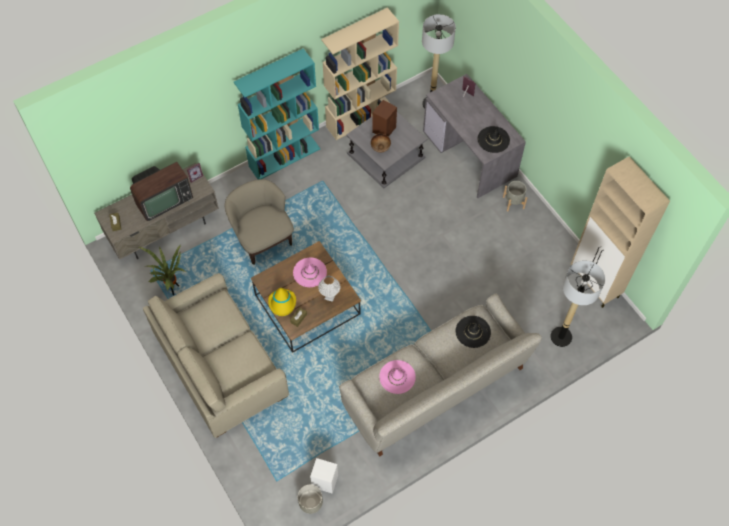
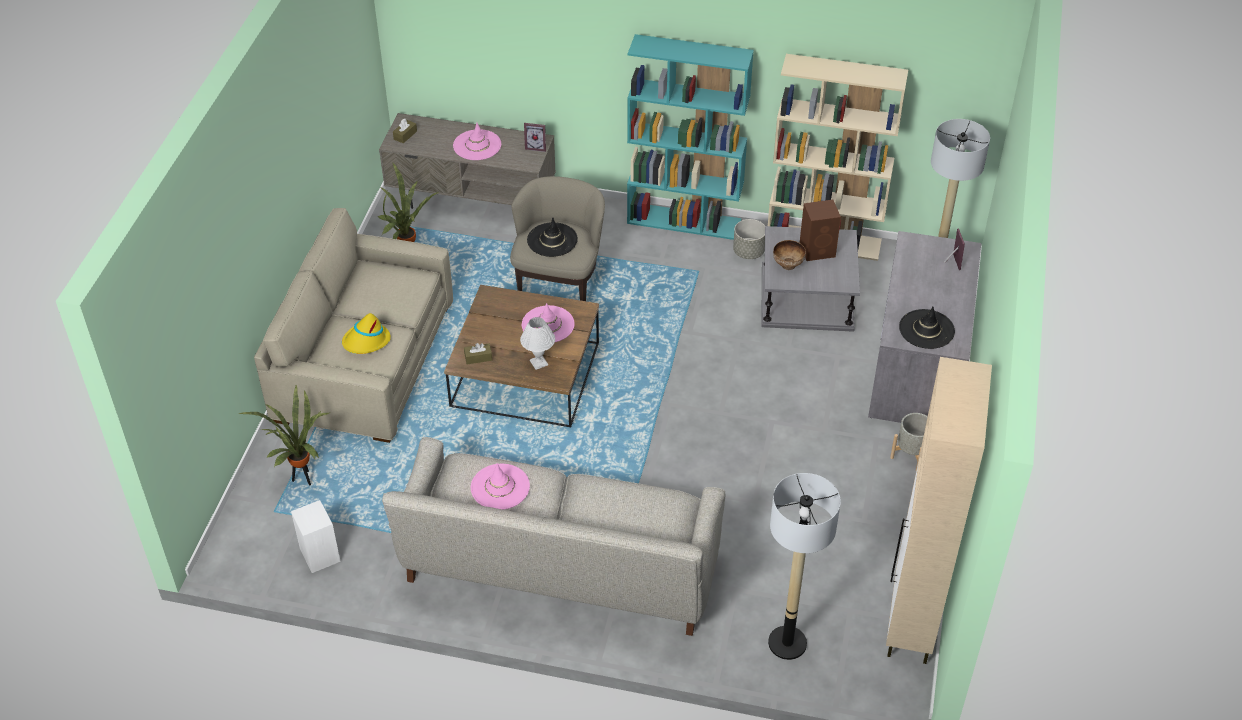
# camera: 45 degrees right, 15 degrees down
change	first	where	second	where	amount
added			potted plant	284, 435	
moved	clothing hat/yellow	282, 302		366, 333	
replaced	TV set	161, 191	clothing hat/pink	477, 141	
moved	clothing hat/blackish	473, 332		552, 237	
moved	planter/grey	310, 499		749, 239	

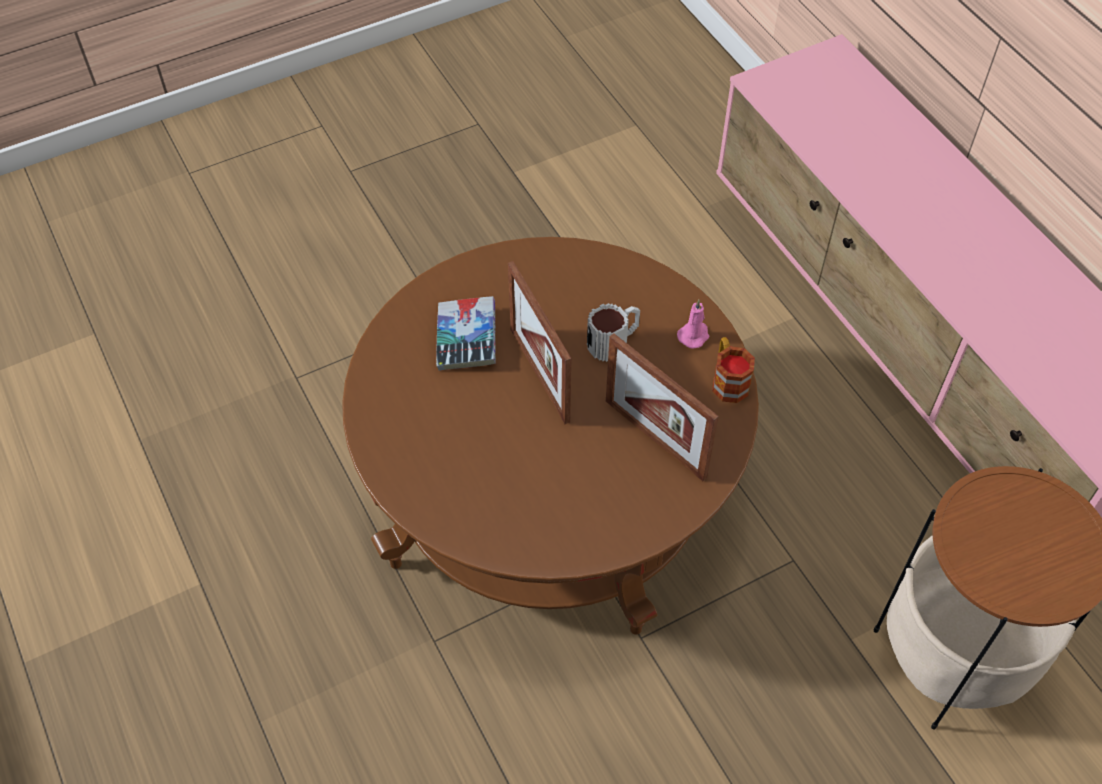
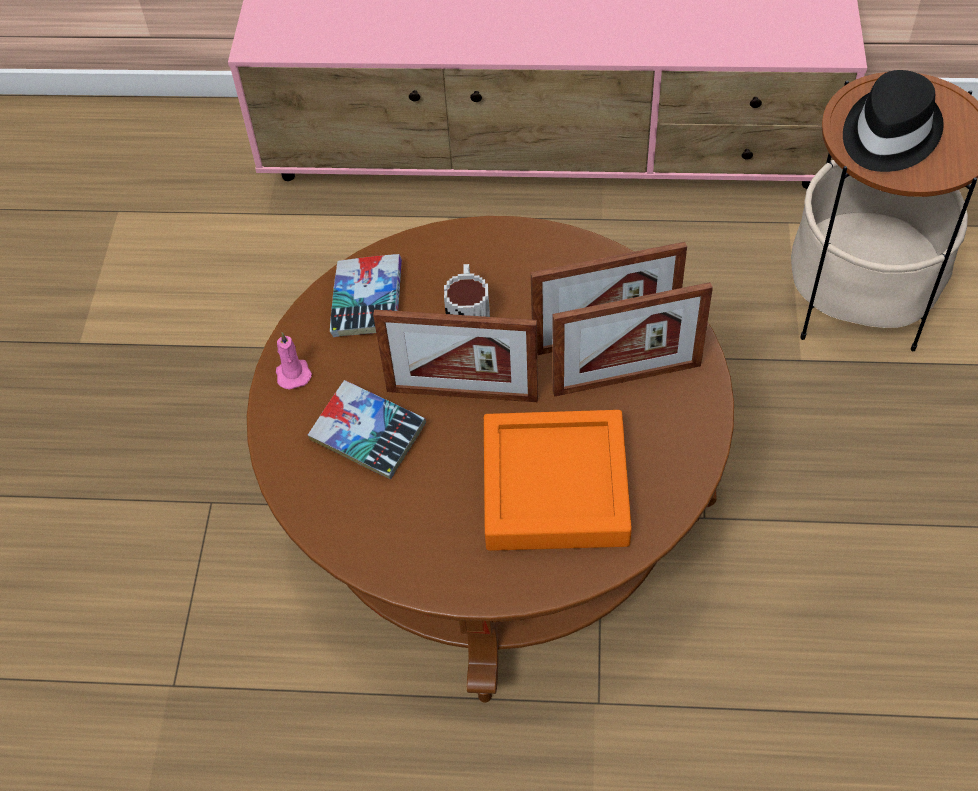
# camera: 55 degrees left, 0 degrees up
change	first	where	second	where	amount
moved	candle/pink	693, 324		294, 361	
added			bound book	366, 295	
added			carrying tray/orangey	558, 480	
added			picture frame	633, 339	
added			clothing hat/blackish	893, 121	
removed	tea mug	733, 370			

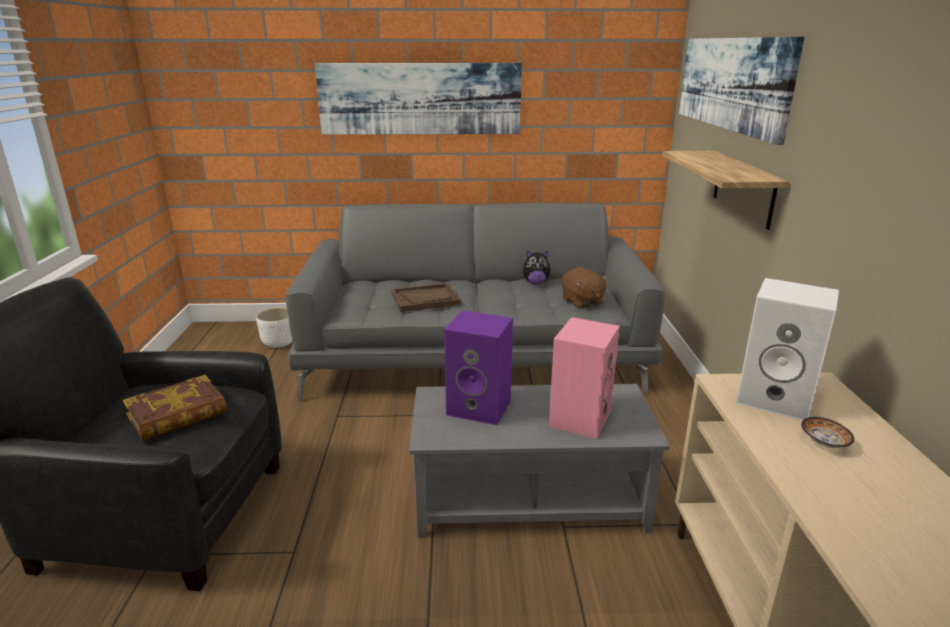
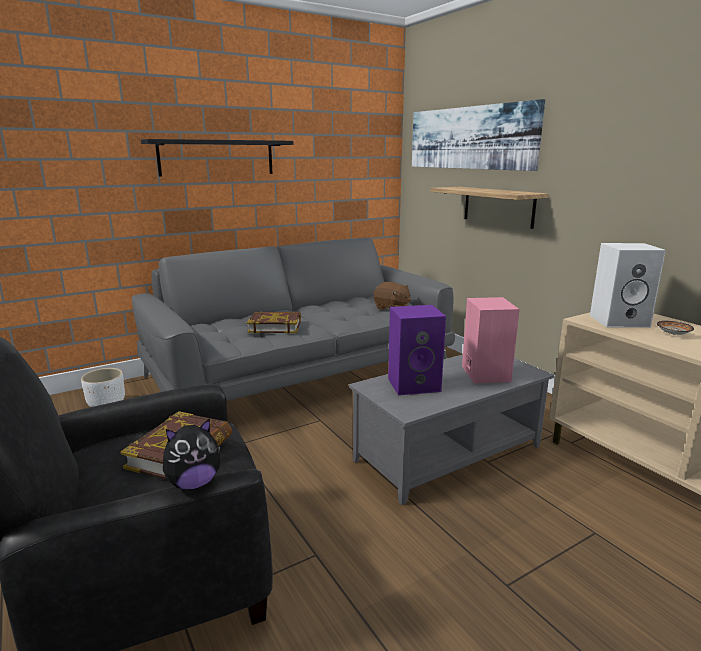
# camera: 30 degrees left, 5 degrees down
change	first	where	second	where	amount
replaced	wall picture	418, 99	wall shelf/blackish	217, 158	
moved	plush toy	537, 267		191, 453	
replaced	carrying tray/brownish	426, 297	bound book	274, 322	

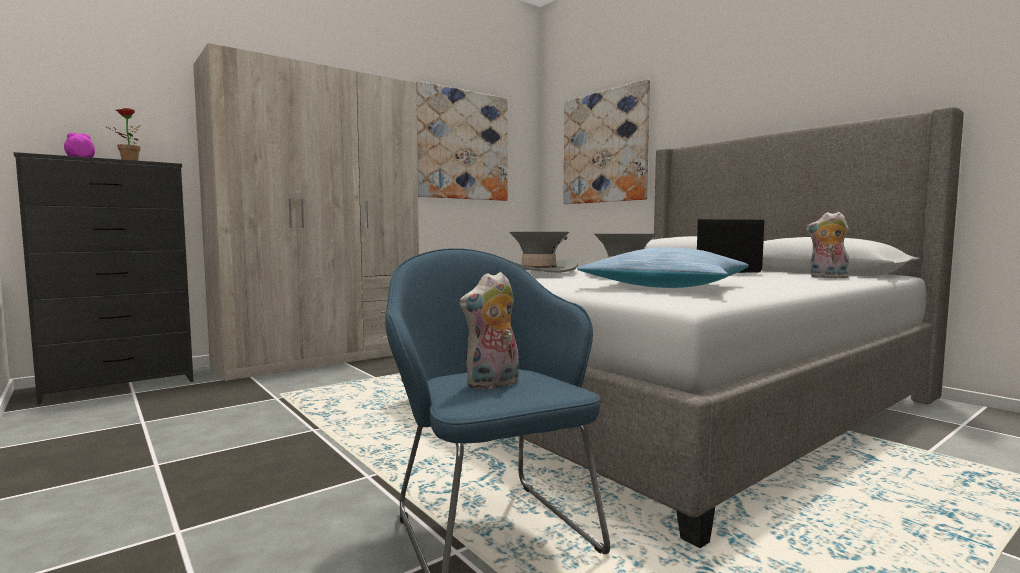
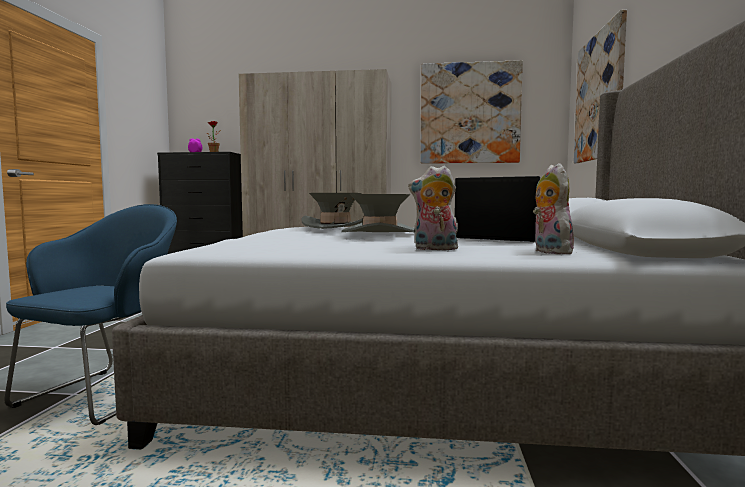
# camera: 45 degrees right, 0 degrees up
change	first	where	second	where	amount
moved	plush toy	489, 330		433, 208	
removed	throw pillow	663, 267			

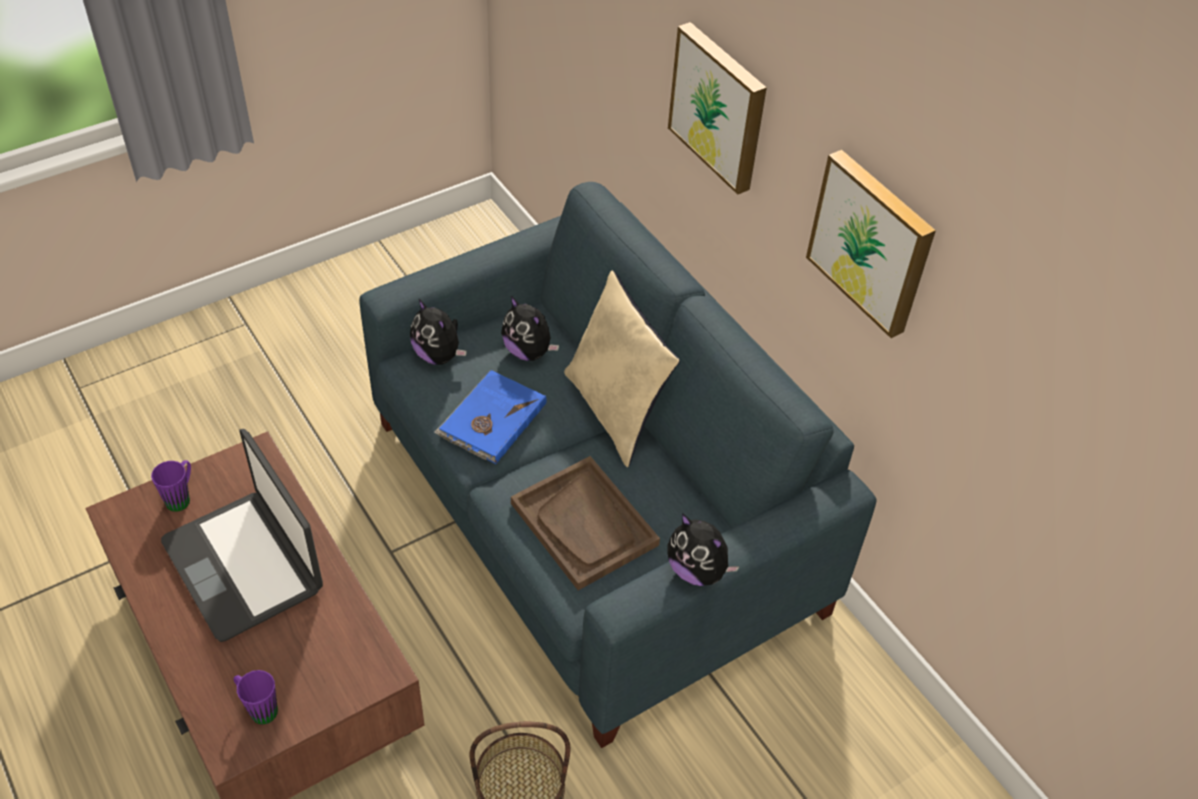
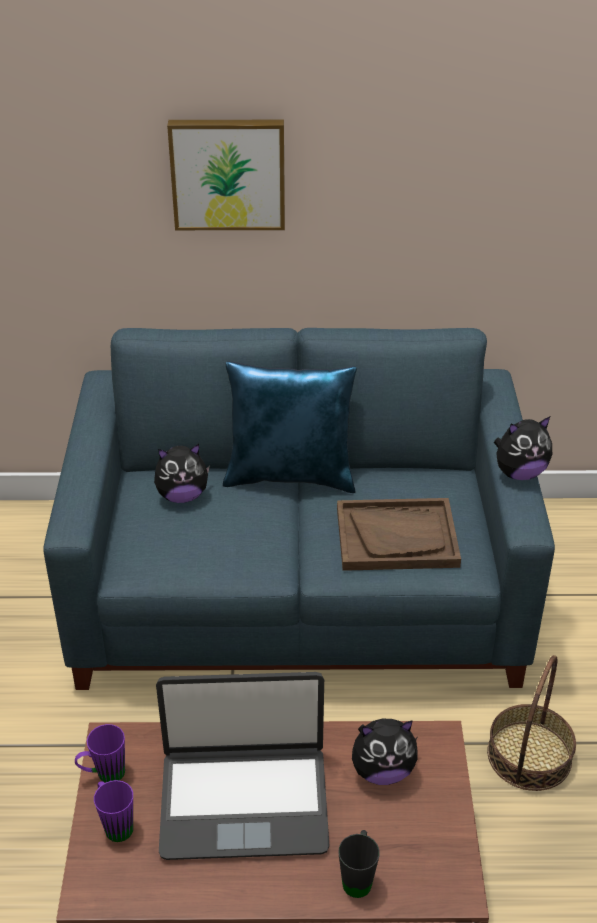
# camera: 55 degrees left, 10 degrees down
change	first	where	second	where	amount
moved	tea mug/purple	255, 697		100, 753	
recoloured	throw pillow/sand-coloured	622, 369	throw pillow/blue	290, 427	
added			tea mug/blackish	359, 864	
moved	plush toy	438, 331		385, 752	
removed	bound book/blue	490, 417			
removed	wall picture	871, 244			

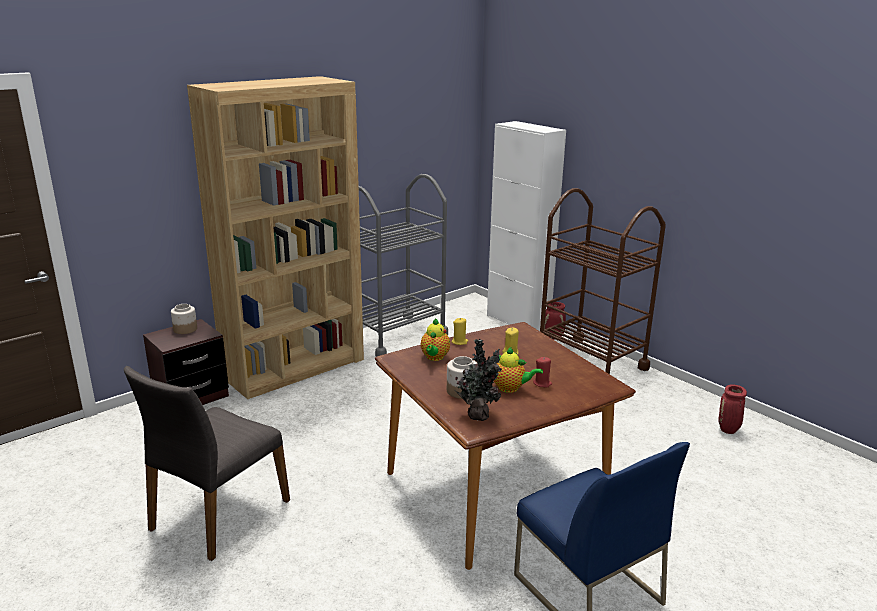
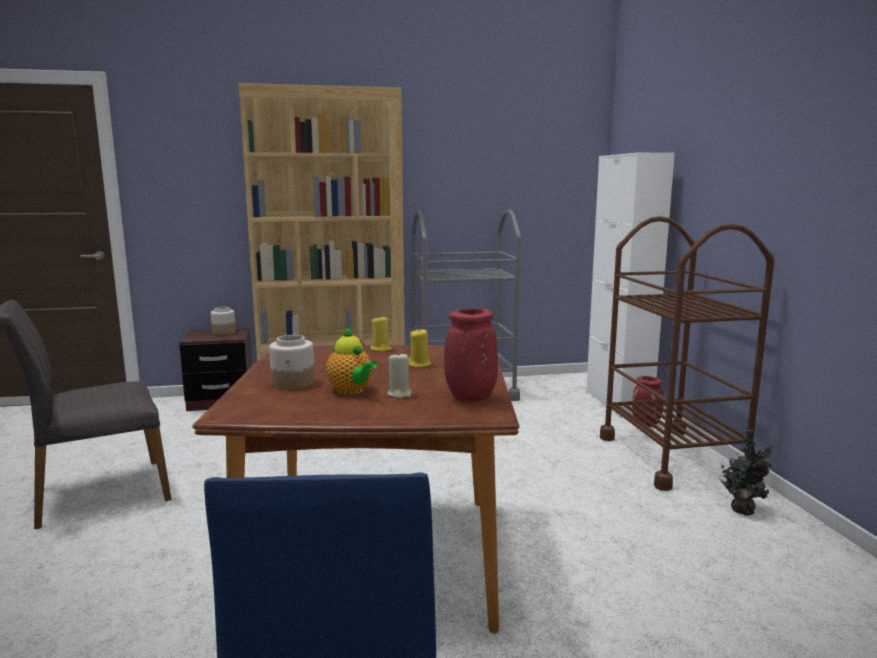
# camera: 30 degrees right, 10 degrees down
change	first	where	second	where	amount
recoloured	candle/reddish	542, 372	candle/sand-coloured	399, 375	
moved	flower vase/reddish	732, 409		471, 355	
moved	potted plant	478, 380		745, 473	
removed	pot for tea	435, 339			

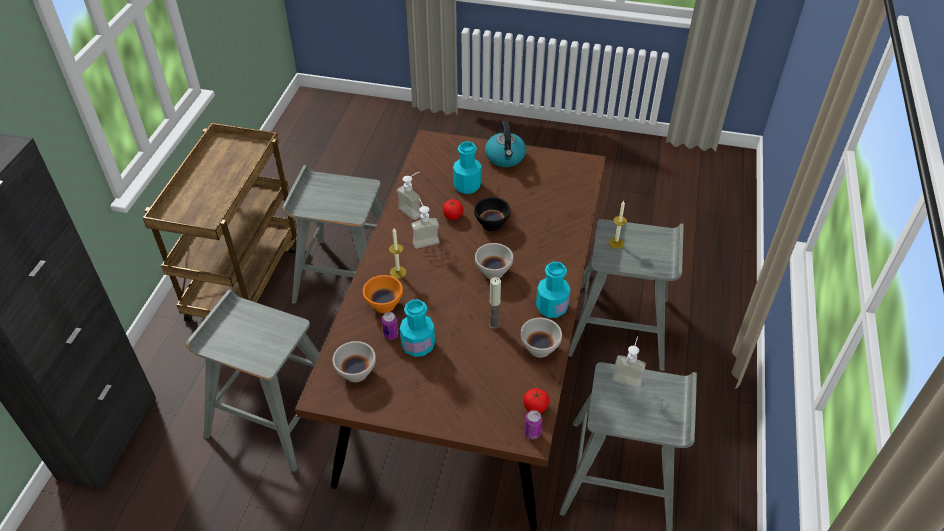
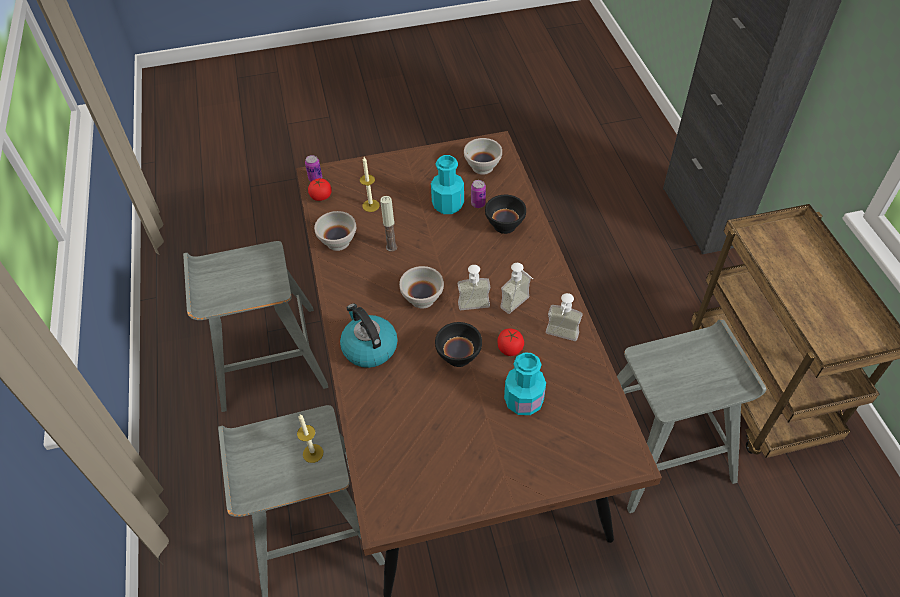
# camera: 155 degrees right, 5 degrees up
change	first	where	second	where	amount
moved	tea kettle	505, 144		369, 336	
moved	candle	397, 253		370, 184	
moved	liquid soap bottle	629, 362		474, 287	
recoloured	serving bowl/orangey	383, 294	serving bowl/blackish	505, 214	
removed	stool/grey	253, 380			
removed	beverage bottle/turquoise-coloured	553, 290			

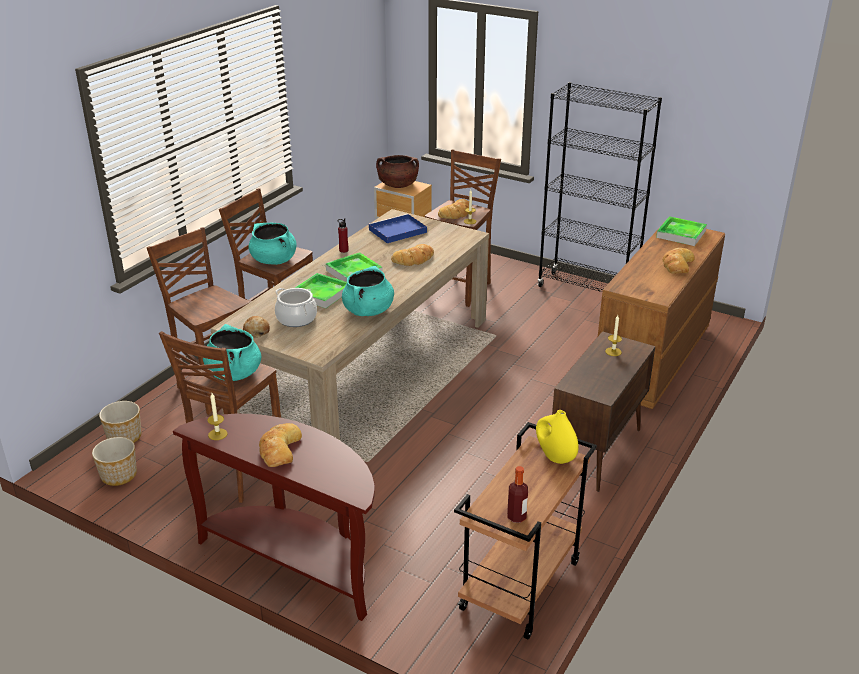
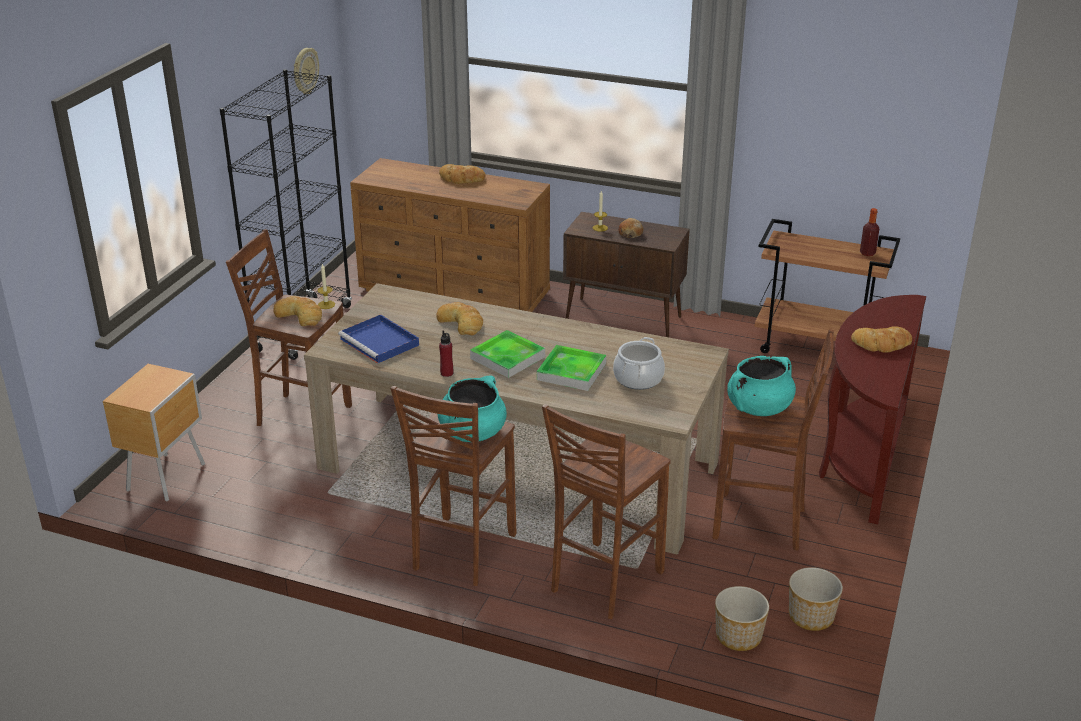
# camera: 100 degrees left, 0 degrees up
change	first	where	second	where	amount
added			wall clock	306, 71	
moved	baked bread	256, 327		631, 228	
removed	candle	217, 416			
removed	saucepot/turquoise-coloured	368, 291			
removed	saucepot/brownish	397, 171			
removed	flower vase/yellow	557, 437			
removed	carrying tray	681, 231			

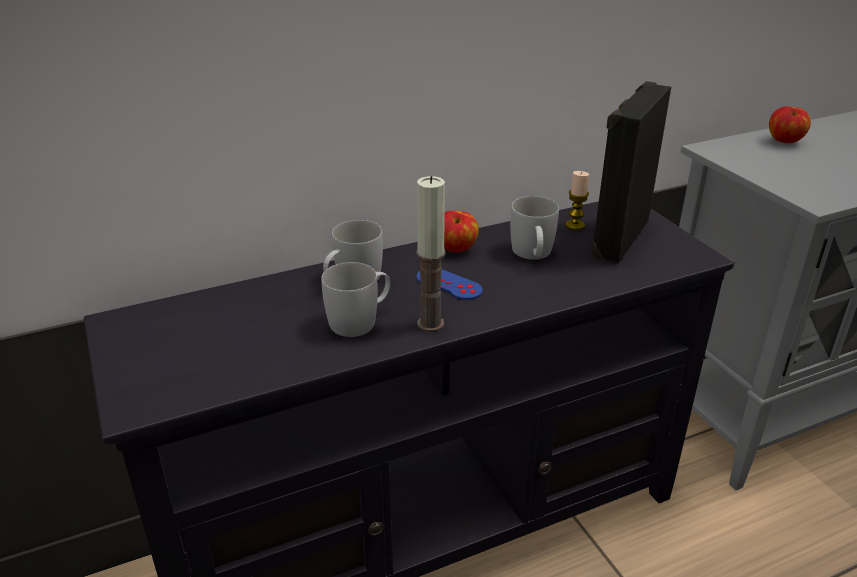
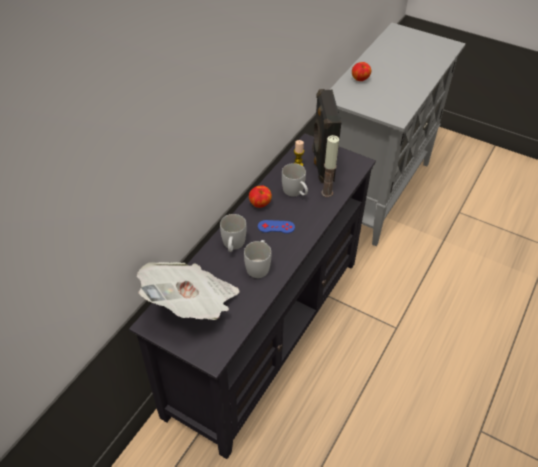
# camera: 35 degrees left, 15 degrees up
change	first	where	second	where	amount
added			printed paper	188, 291	
moved	candle	431, 254		330, 166	

